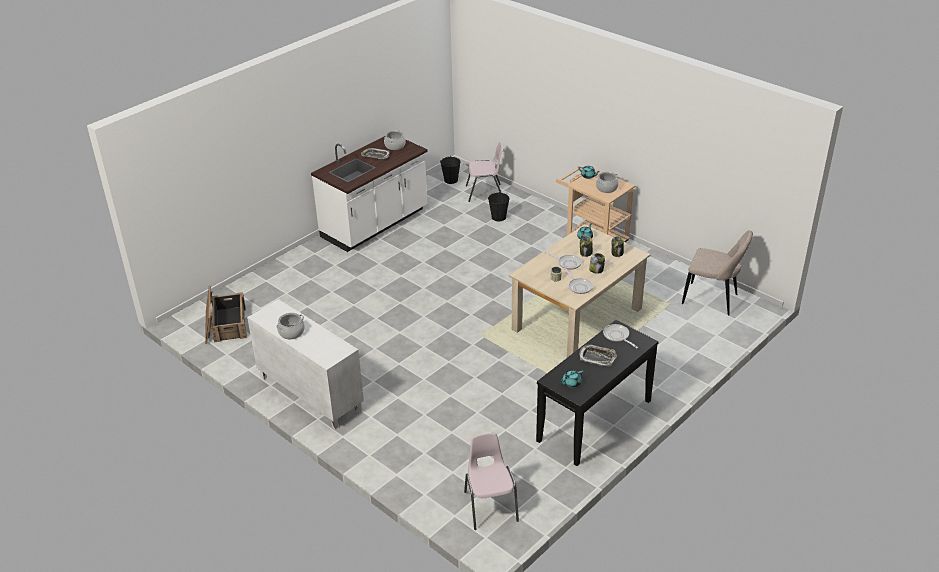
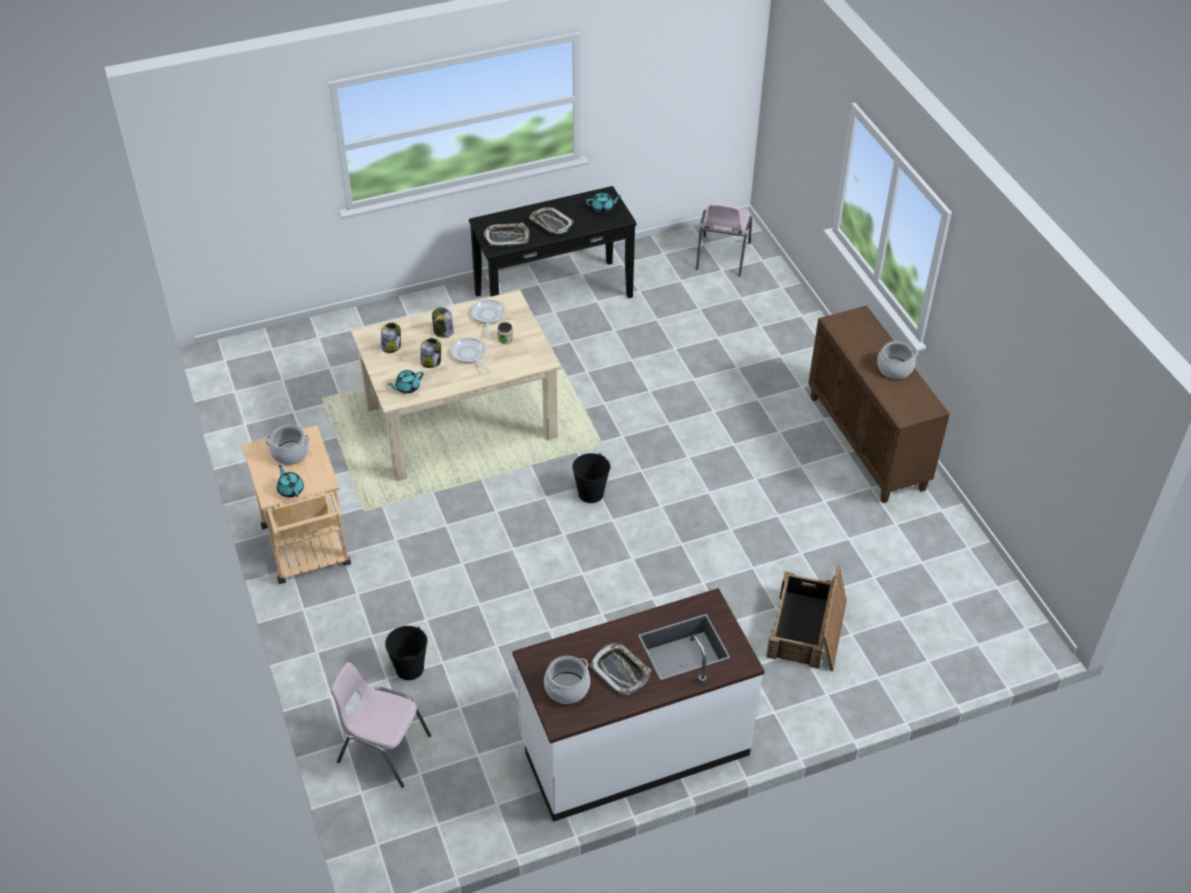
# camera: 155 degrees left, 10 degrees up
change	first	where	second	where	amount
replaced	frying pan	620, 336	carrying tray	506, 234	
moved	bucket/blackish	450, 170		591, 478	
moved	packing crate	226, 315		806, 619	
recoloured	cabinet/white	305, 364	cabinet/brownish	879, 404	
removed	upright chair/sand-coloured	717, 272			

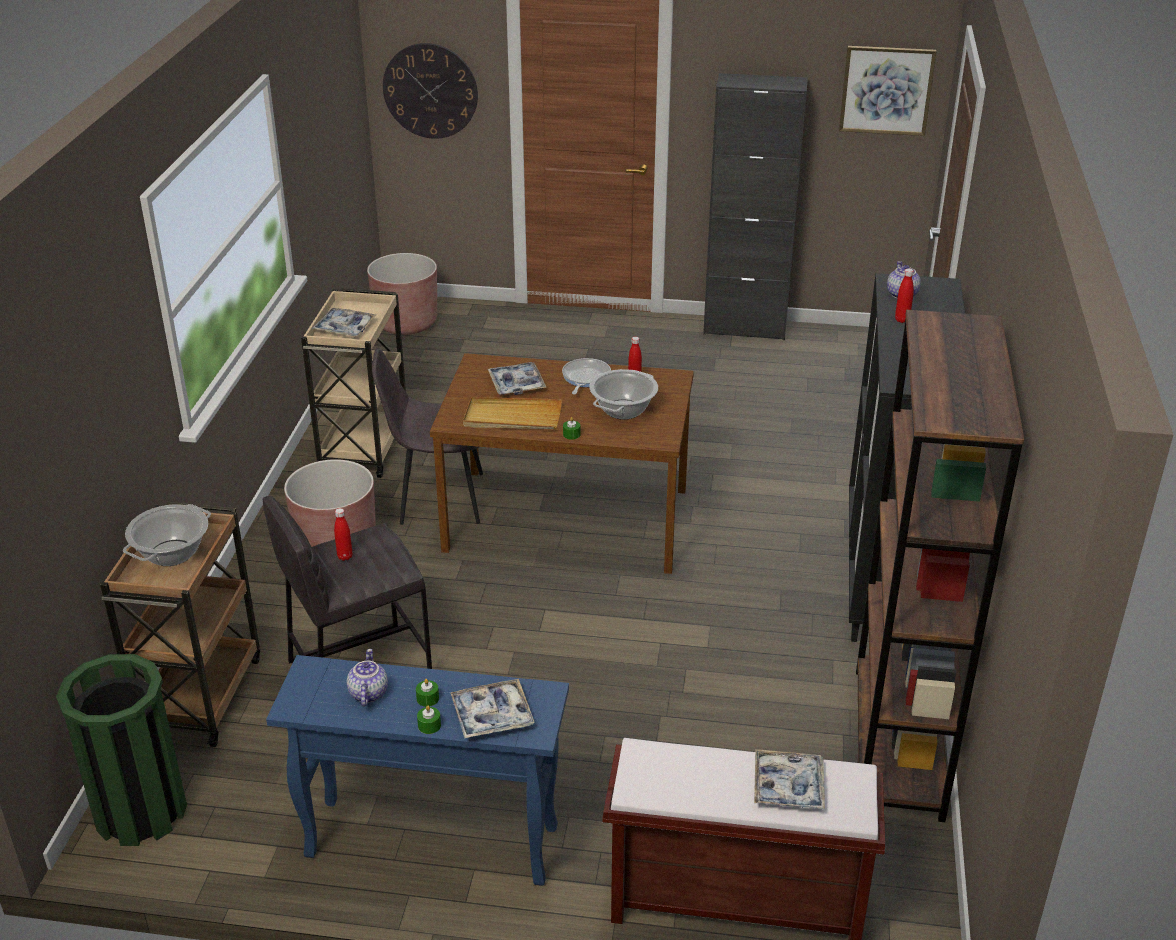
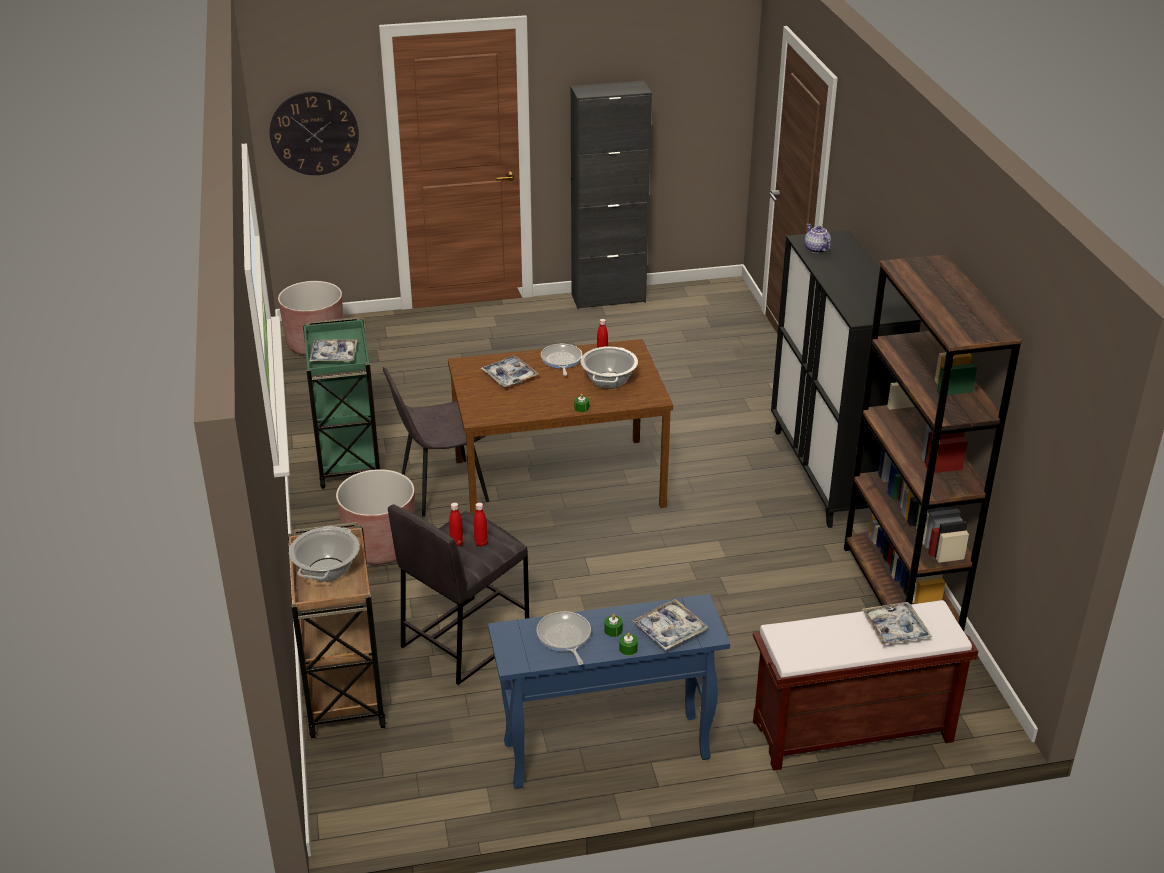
# camera: 20 degrees left, 0 degrees up
change	first	where	second	where	amount
recoloured	wheeled cart/sand-coloured	353, 383	wheeled cart/greenish	341, 403	
moved	beverage bottle/reddish	904, 295		481, 524	
replaced	pot for tea	367, 678	frying pan	564, 638	
removed	waste bin/greenish	121, 750			
removed	carrying tray/sand-coloured	512, 413			
removed	wall picture	887, 91			

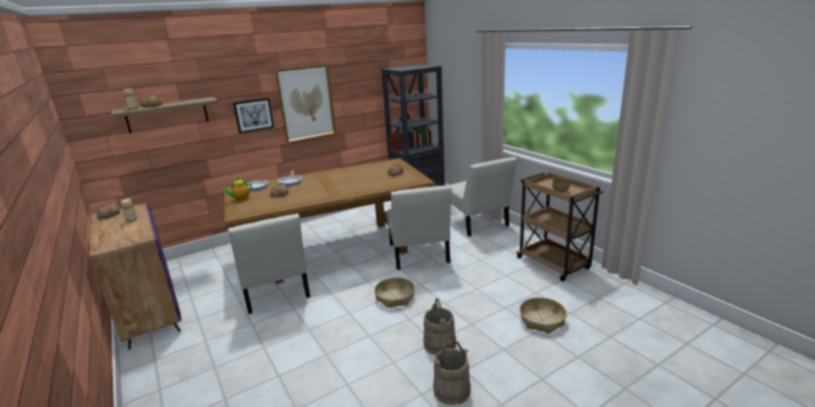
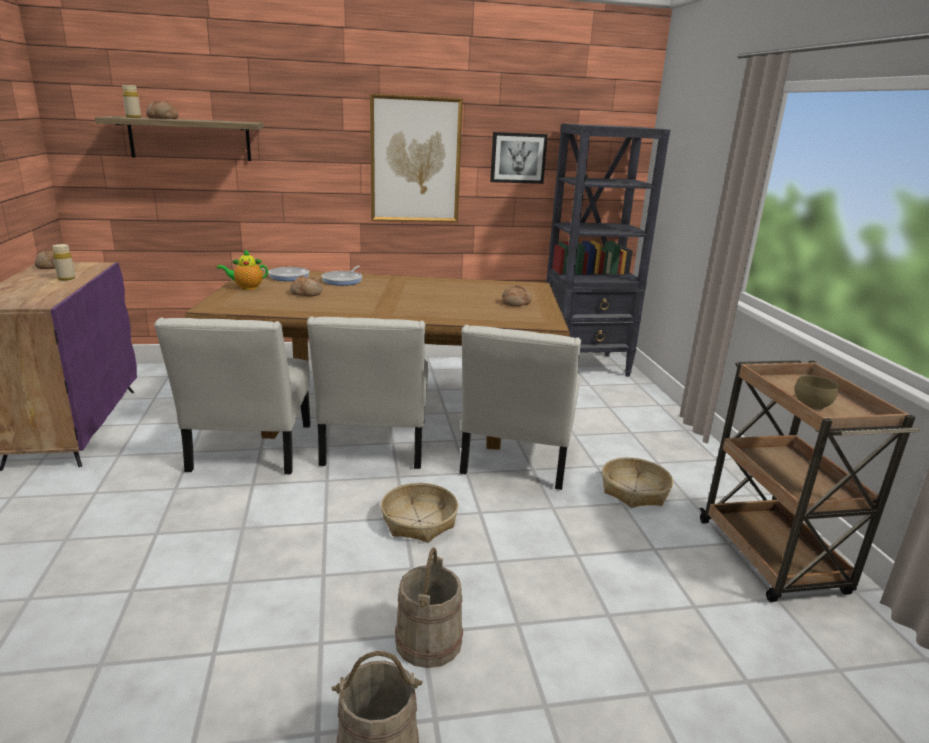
# camera: 20 degrees right, 0 degrees up
change	first	where	second	where	amount
moved	upright chair/white	483, 196		367, 392	
moved	wall picture	253, 115		519, 158	
moved	basket	543, 315		637, 482	

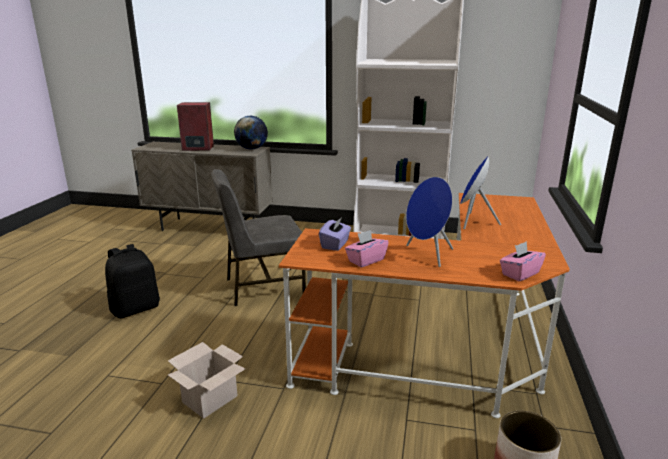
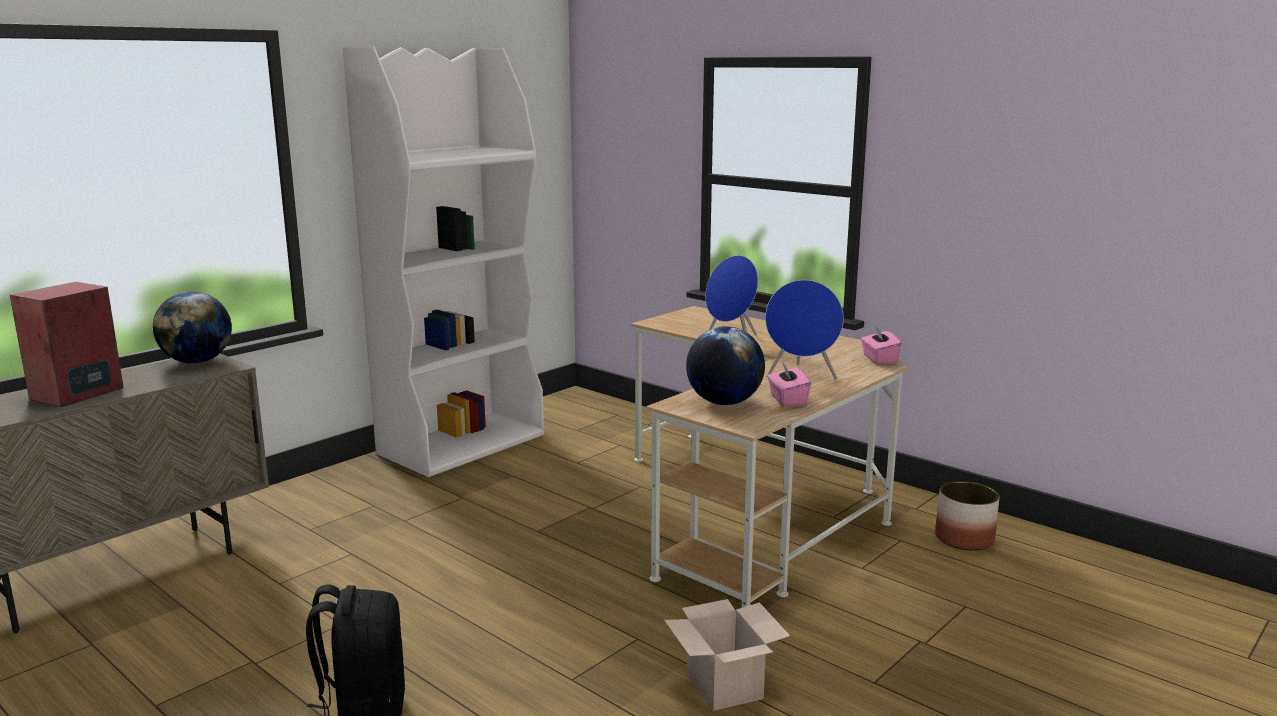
# camera: 60 degrees left, 5 degrees down
change	first	where	second	where	amount
recoloured	desk unit/orangey	424, 305	desk unit/sand-coloured	769, 457	
replaced	tissue holder/purple	335, 234	globe	725, 365	
removed	upright chair/grey	258, 237			

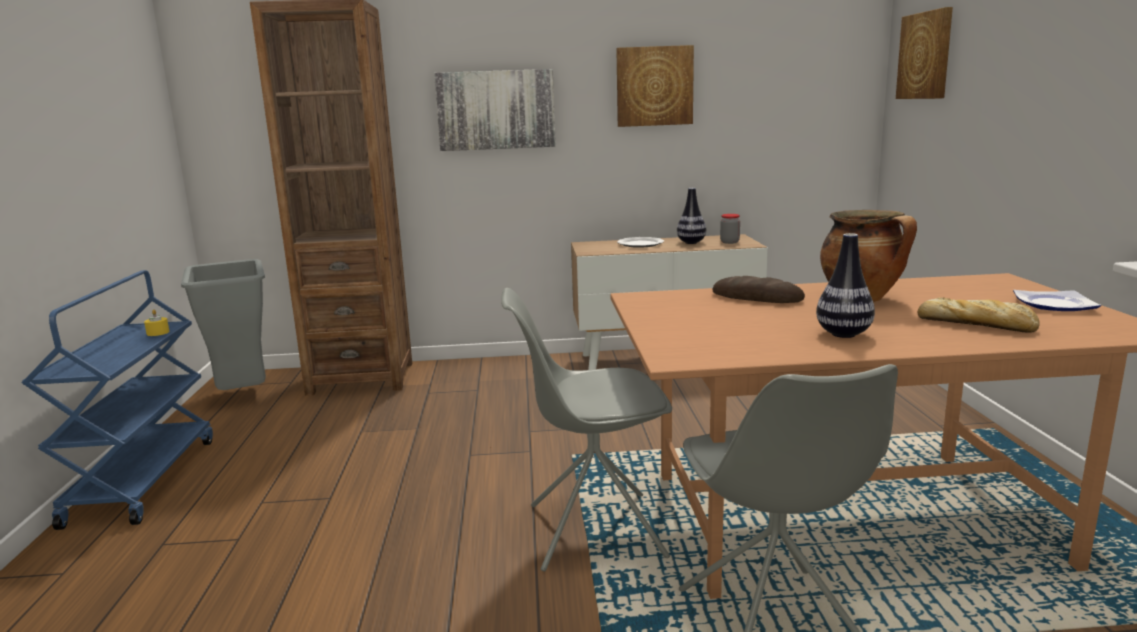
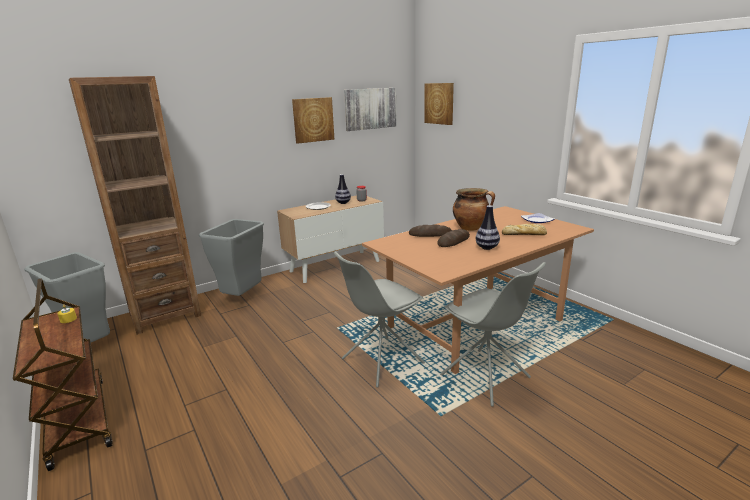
# camera: 30 degrees left, 5 degrees up
change	first	where	second	where	amount
recoloured	wheeled cart/blue	117, 400	wheeled cart/brownish	63, 374	
added			waste bin/grey	231, 257	
moved	wall picture	495, 110		370, 109	
added			baked bread	453, 238	

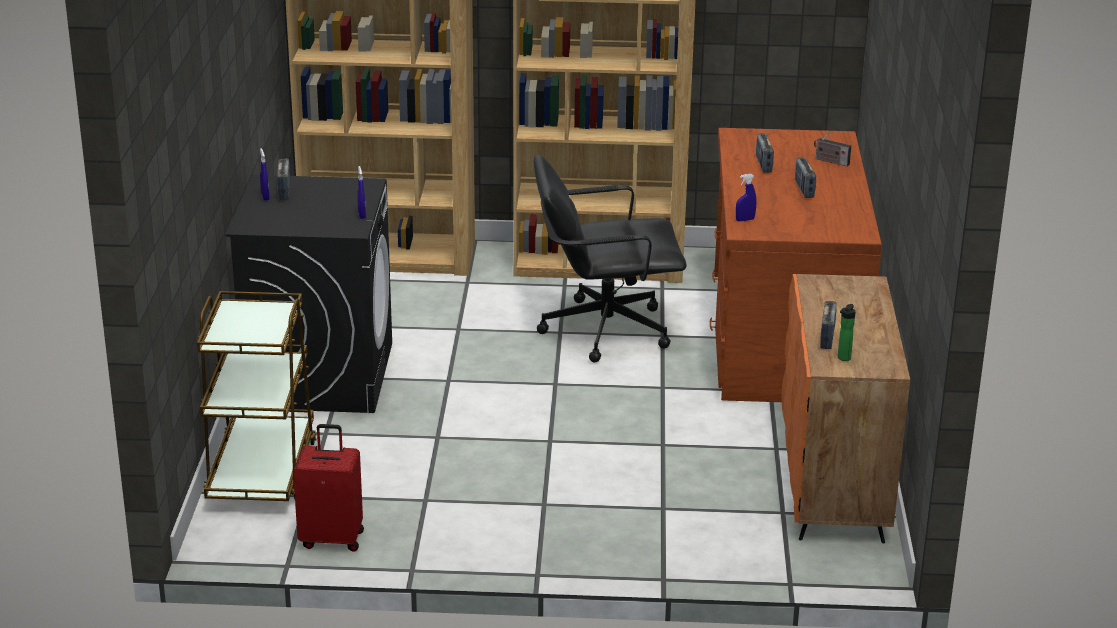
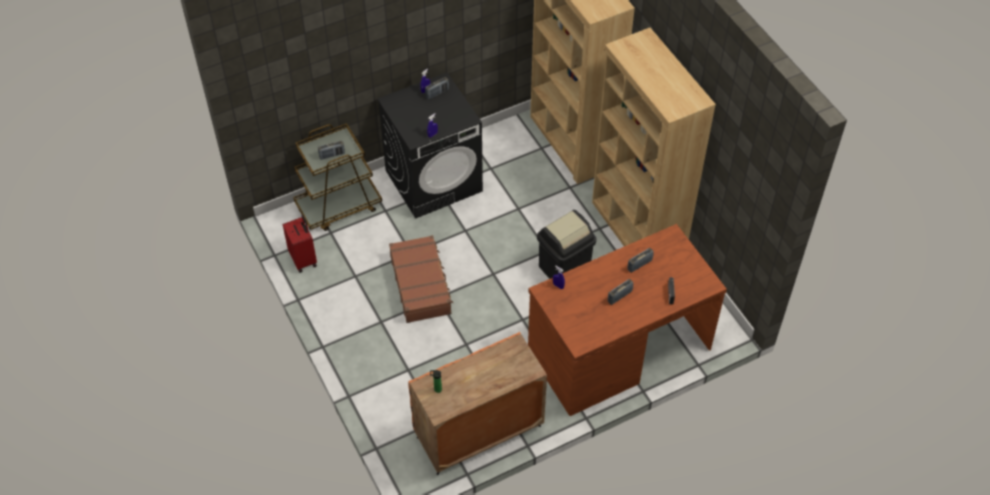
# camera: 60 degrees right, 25 degrees up
change	first	where	second	where	amount
moved	radio	828, 325		331, 150	
added			piece of luggage/brownish	421, 279	
replaced	office chair/blackish	610, 258	waste bin/blackish	566, 244	

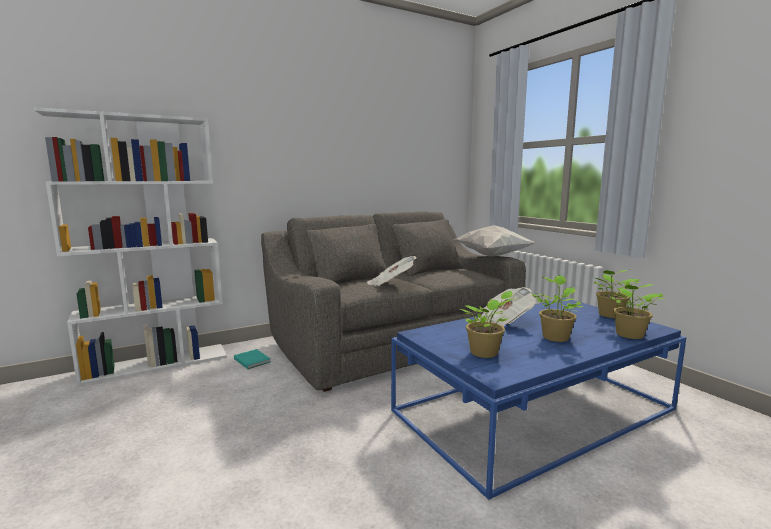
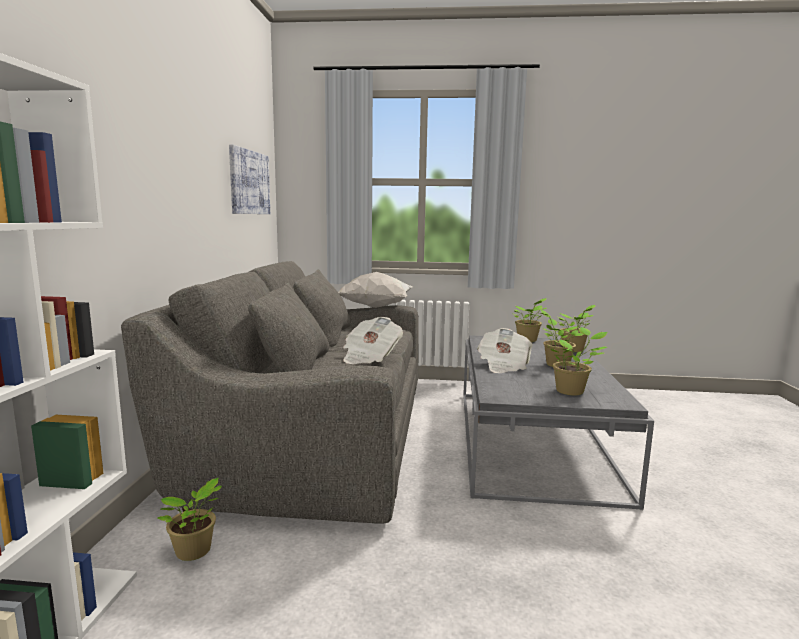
# camera: 55 degrees left, 0 degrees up
change	first	where	second	where	amount
replaced	bound book/turquoise-coloured	252, 359	potted plant	190, 519	
added			wall picture	249, 179	
recoloured	coffee table/blue	539, 399	coffee table/grey	558, 422	

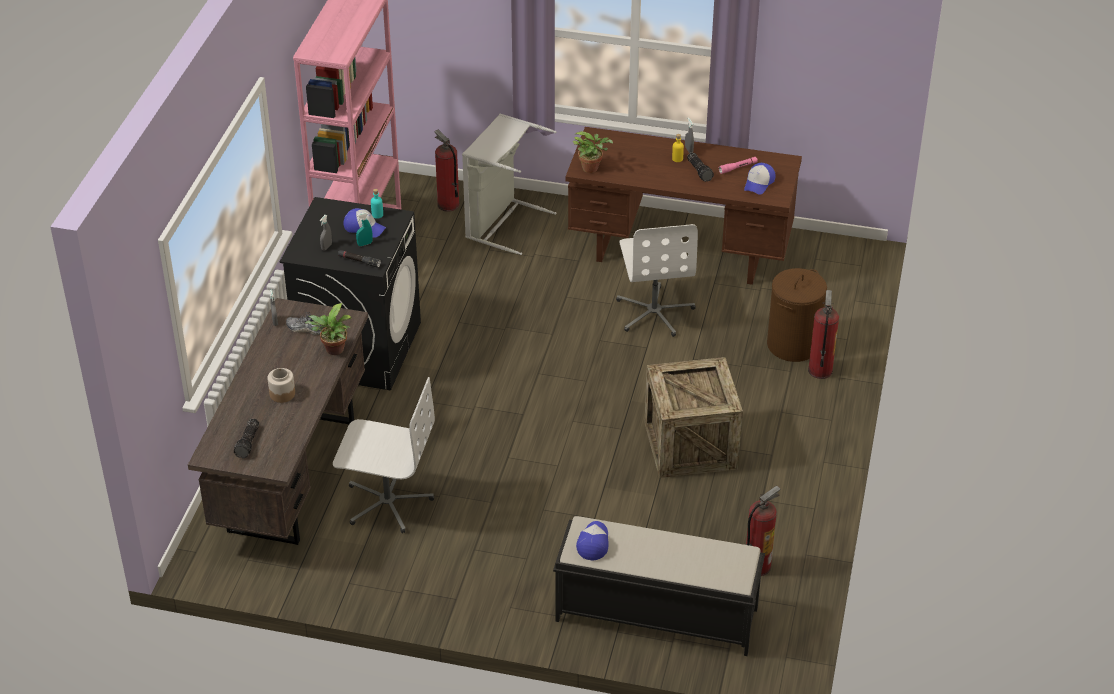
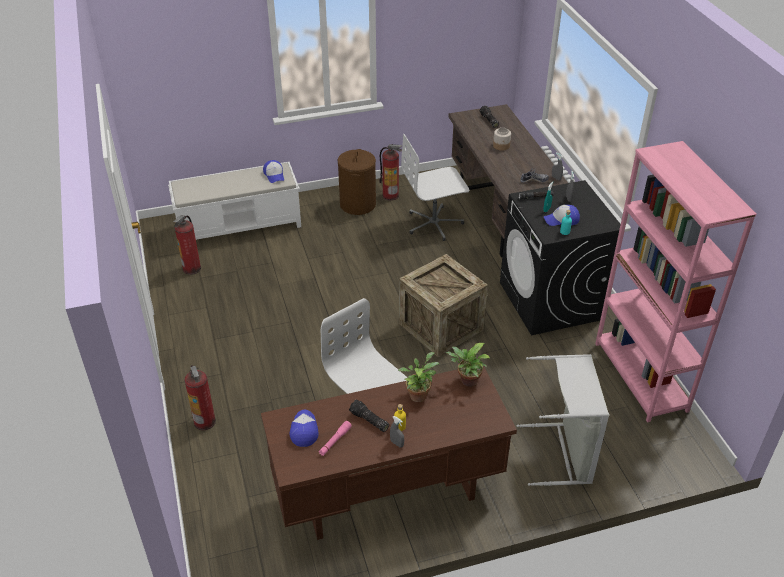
# camera: 150 degrees right, 0 degrees up
change	first	where	second	where	amount
recoloured	bench/blackish	659, 586	bench/white	234, 201	
moved	hamper/brownish	797, 315		357, 182	
moved	extinguisher	447, 171		390, 172	
moved	potted plant	328, 329		418, 377	
moved	packing crate	694, 417		443, 305	

